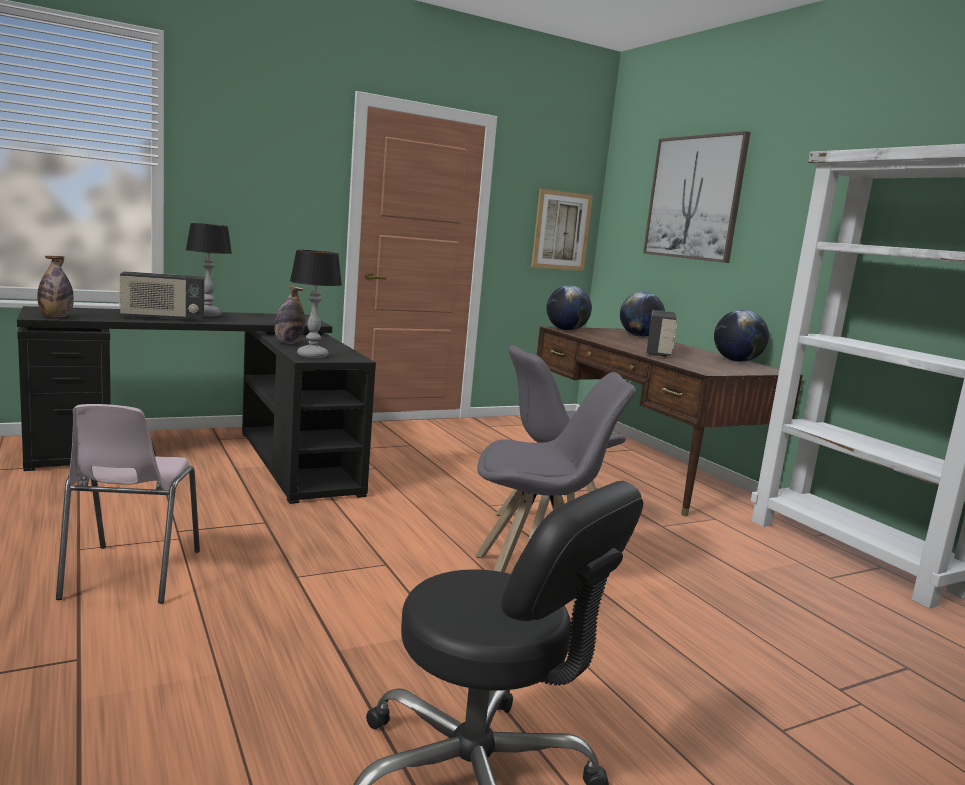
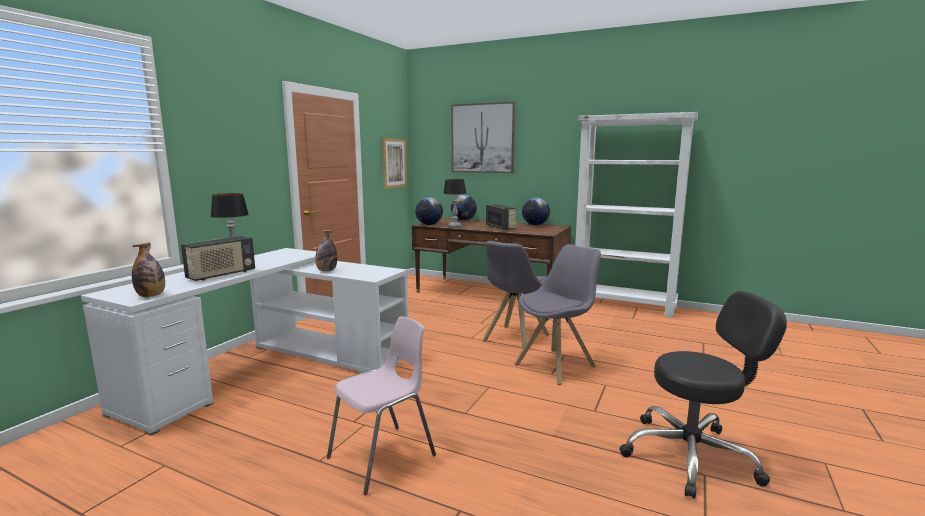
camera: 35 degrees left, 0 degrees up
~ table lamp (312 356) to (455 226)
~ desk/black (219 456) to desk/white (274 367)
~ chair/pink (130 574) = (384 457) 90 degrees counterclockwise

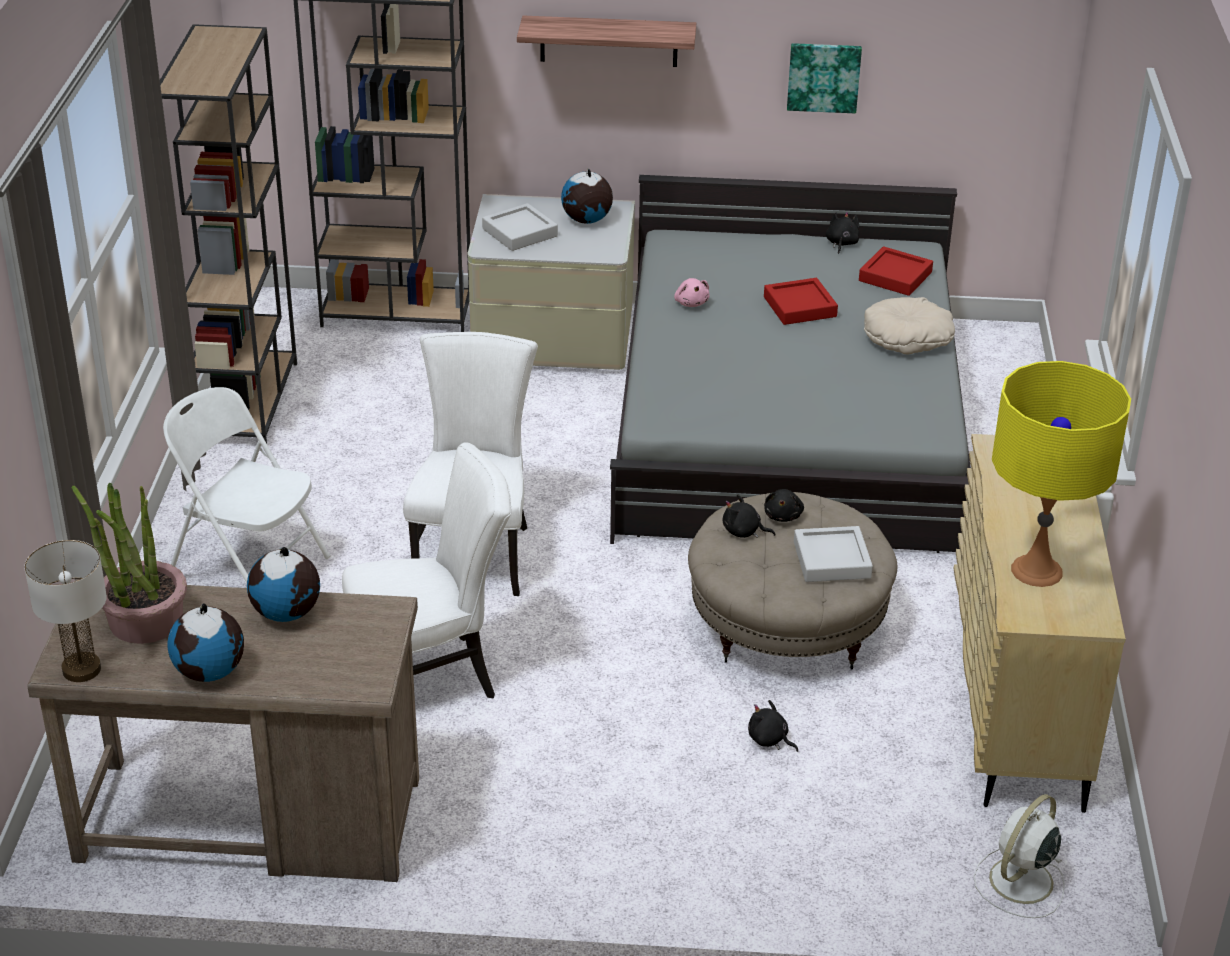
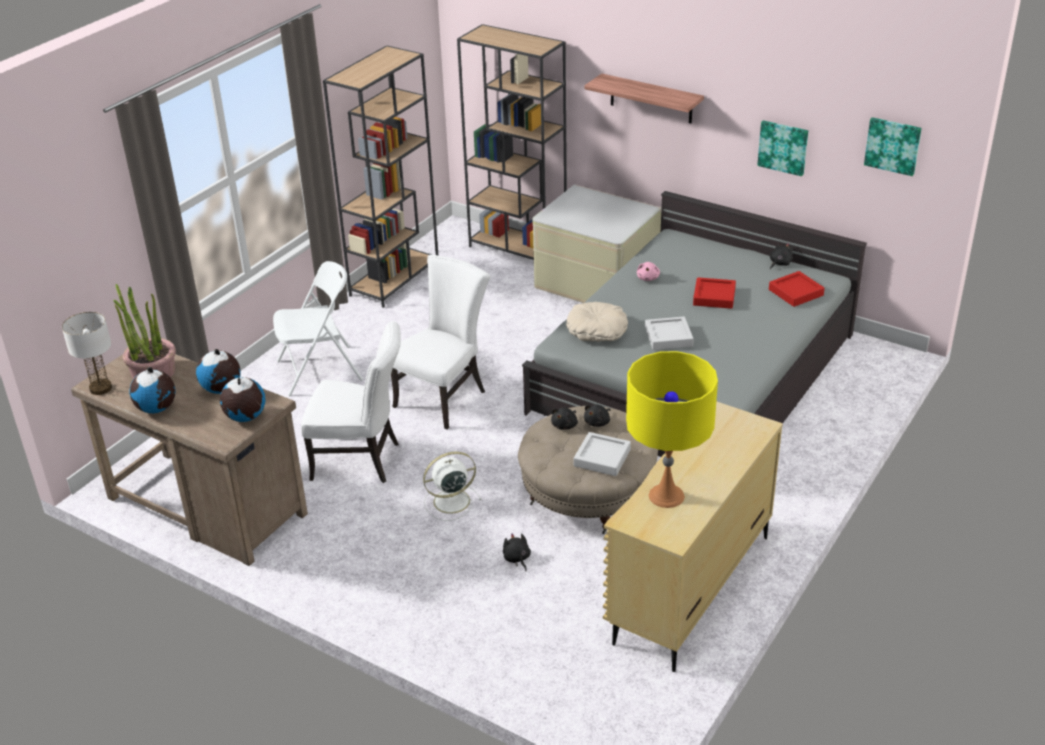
camera: 30 degrees right, 0 degrees up
+ picture (893 145)
~ tray/grey (520 232) to (668 337)
~ globe (586 220) to (245 417)
~ pillow/beige (906 337) to (597 330)
~ fan/white (1019 882) to (450 502)
~ chair/white (249 567) = (319 371) 105 degrees clockwise
~ plush toy/black (744 532) = (565 425) 105 degrees counterclockwise

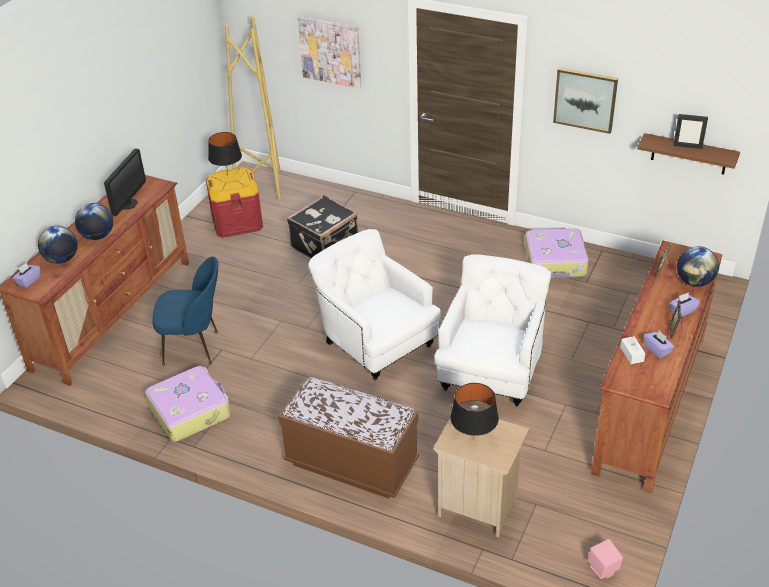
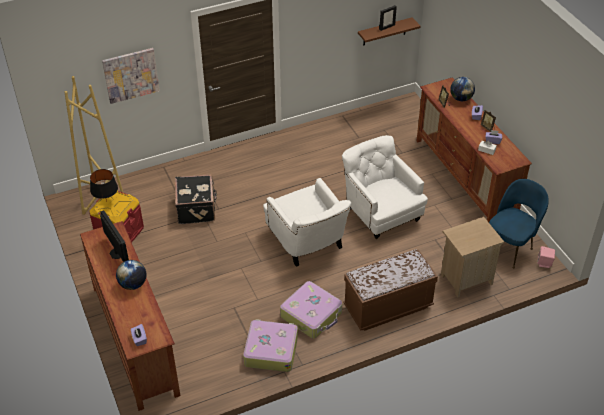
camera: 50 degrees left, 5 degrees up
- globe (62 259)
- table lamp/black (473 439)
- picture (585 99)
~ chair/blue (196 348) to (510 248)
~ suitcase (555 262) to (312 315)
~ armchair/white (375 342) = (307 241) 120 degrees counterclockwise

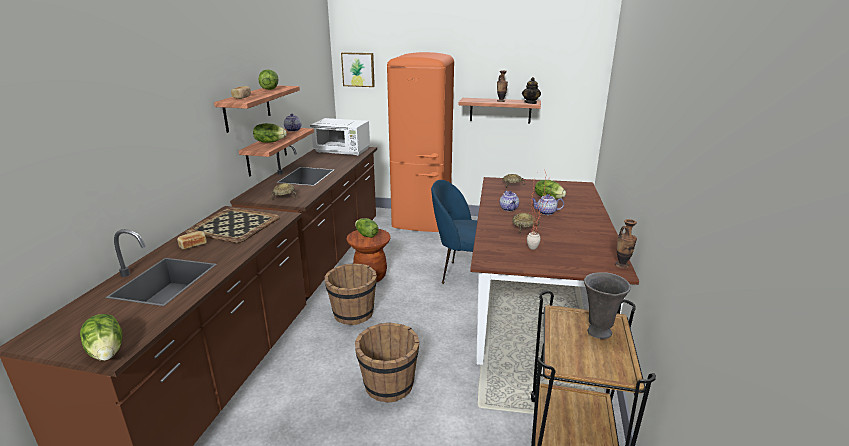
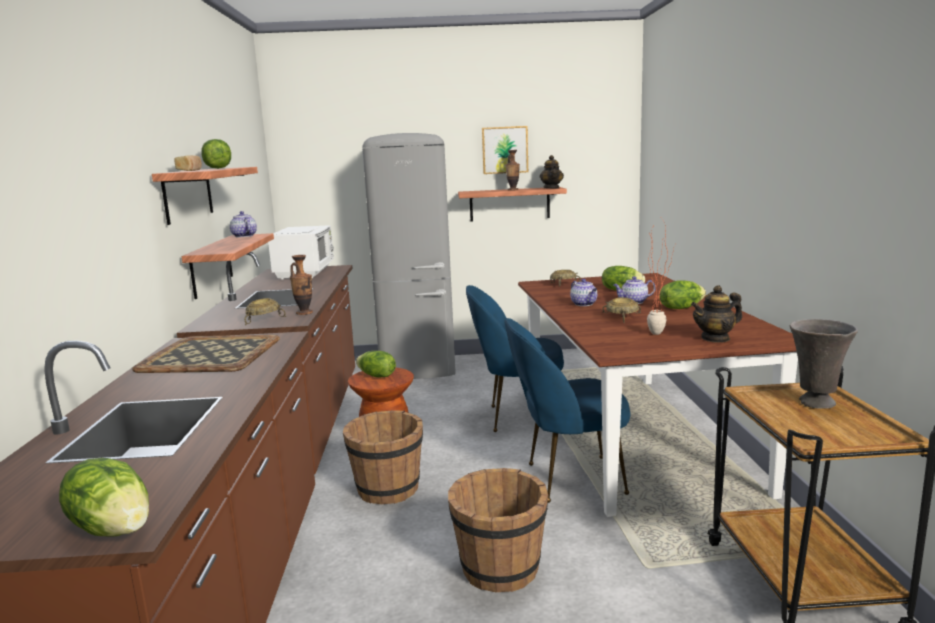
camera: 15 degrees left, 10 degrees down
- bread (193 245)
+ chair/blue (566 479)
+ teapot (715 338)
~ lettuce (269 142) to (681 308)
~ picture (358 69) to (504 150)
~ vase (622 265) to (304 313)
~ fridge/orange (421 222) to fridge/grey (419 368)
~ microwave/white (342 151) = (306 272) 90 degrees counterclockwise

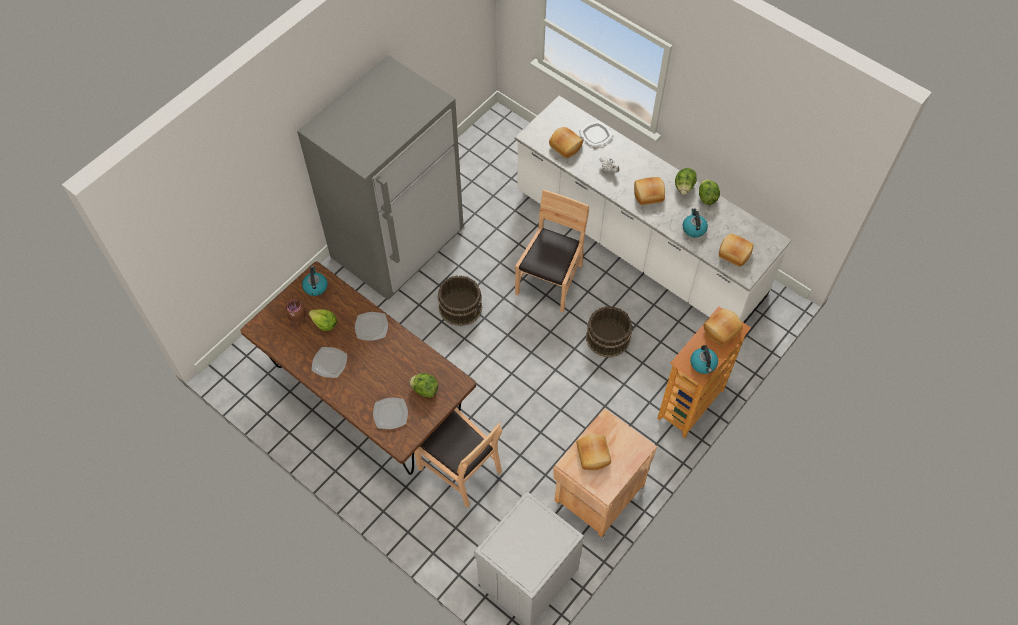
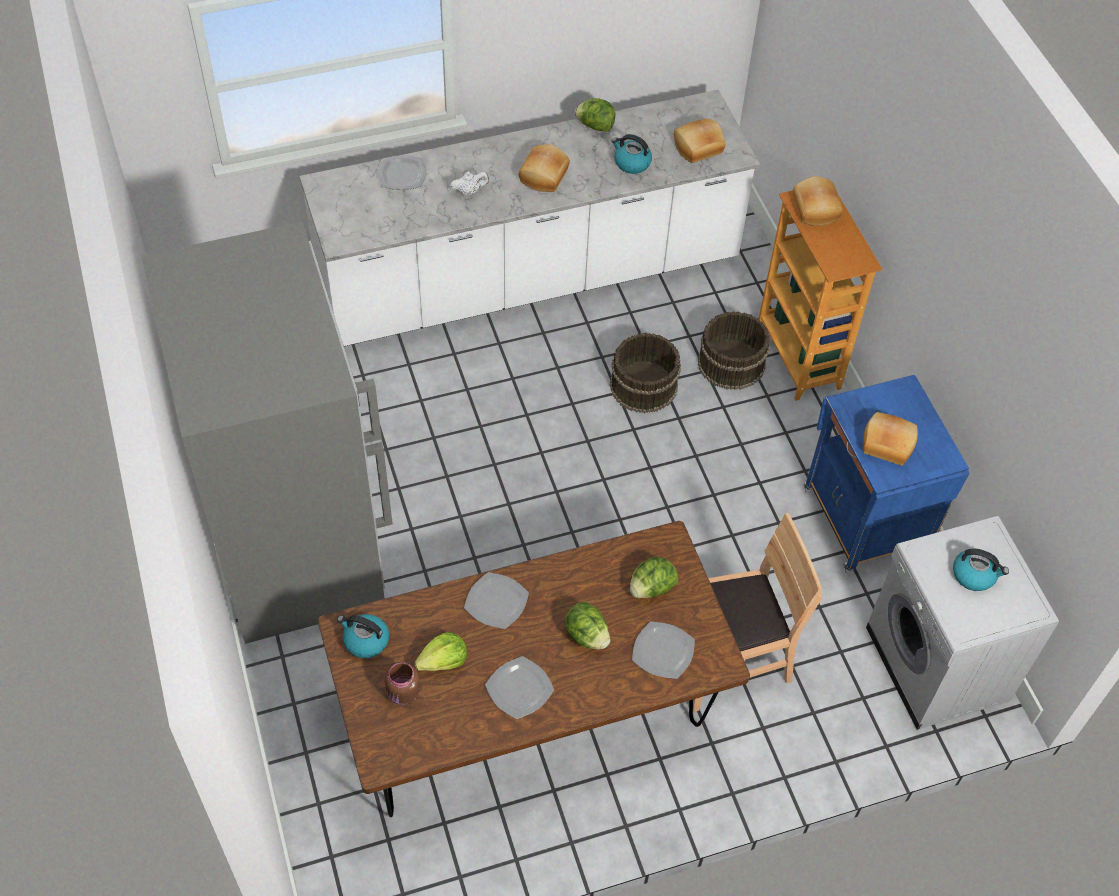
camera: 60 degrees left, 5 degrees down
- chair/brown (550 280)
- bread (566 146)
~ bucket/brown (460 307) to (731 362)
~ lettuce (684 187) to (587 635)
~ kettle (703 364) to (974 575)
~ cart/brown (598 496) to cart/blue (865 522)

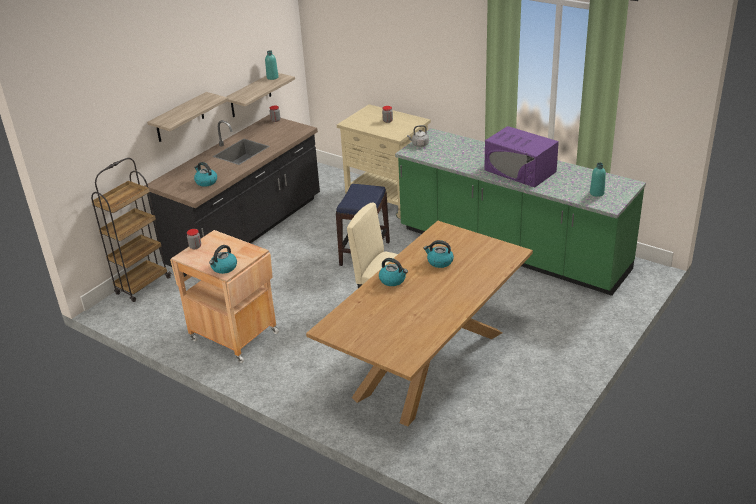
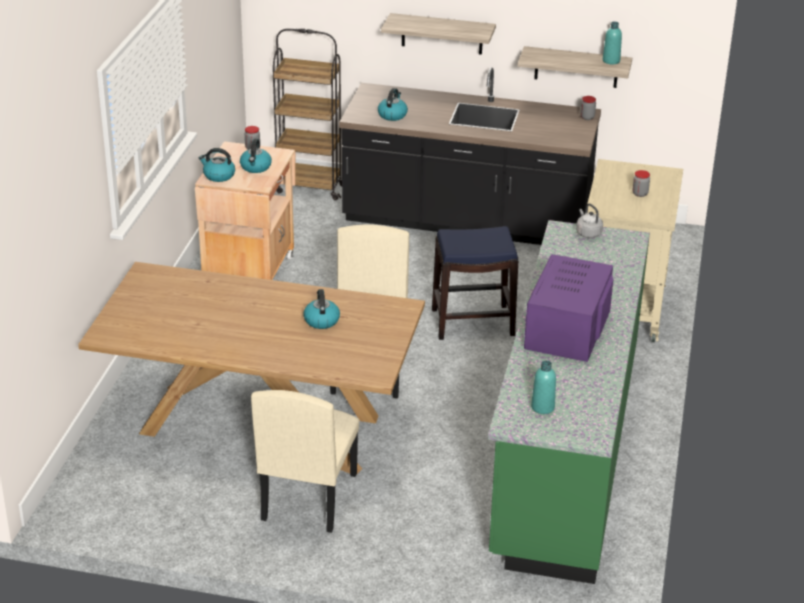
camera: 65 degrees right, 0 degrees up
+ chair/beige (308 496)
~ kettle (393 280) to (256 167)

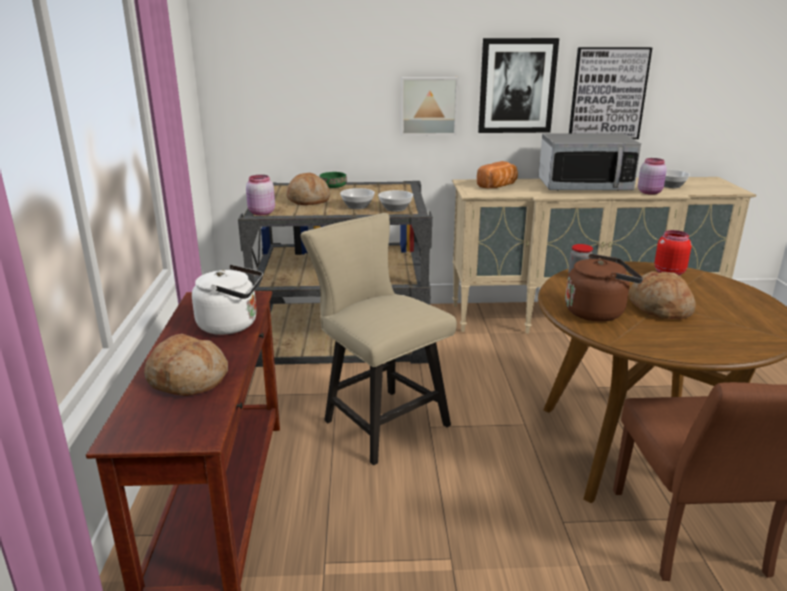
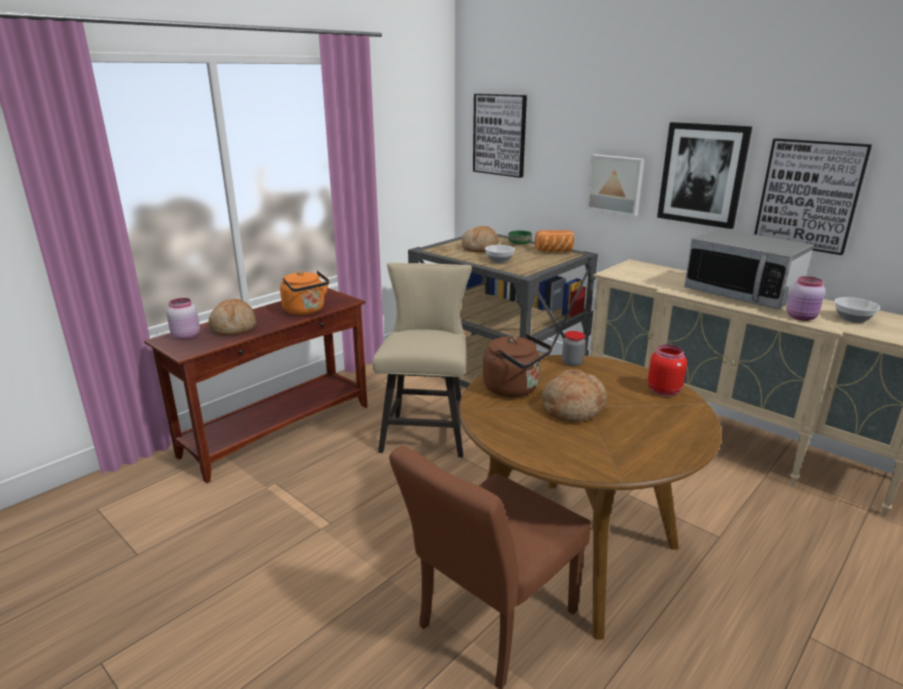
camera: 45 degrees right, 0 degrees up
- bowl (395 208)
+ picture (500 135)
~ jar/pink (261 213) to (185 336)
~ bread (498 186) to (554 251)
~ kettle/white (232 325) to kettle/orange (306 311)

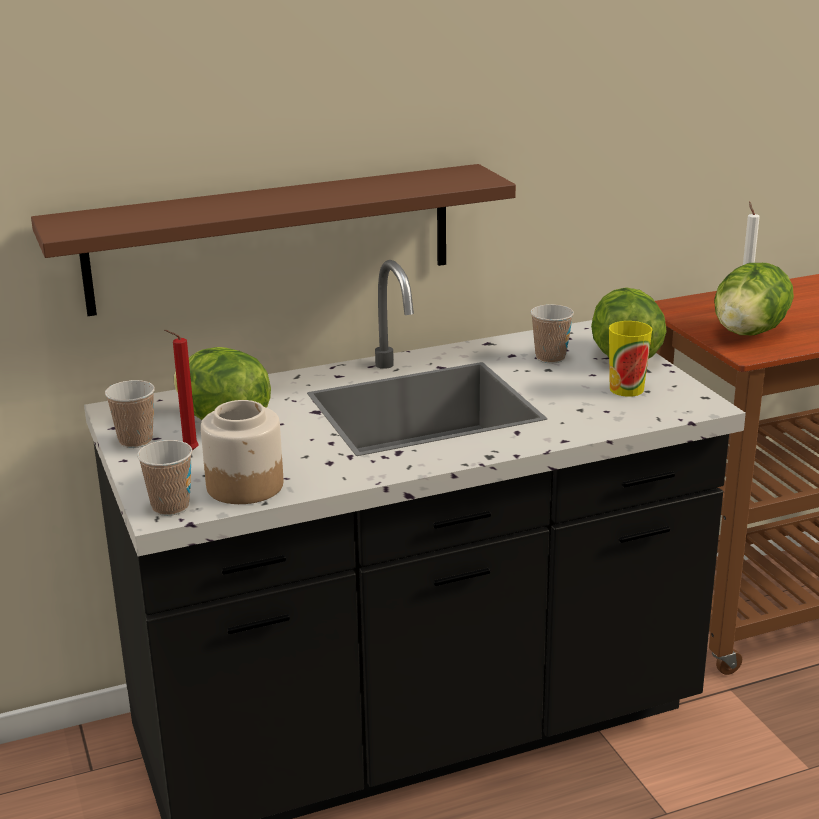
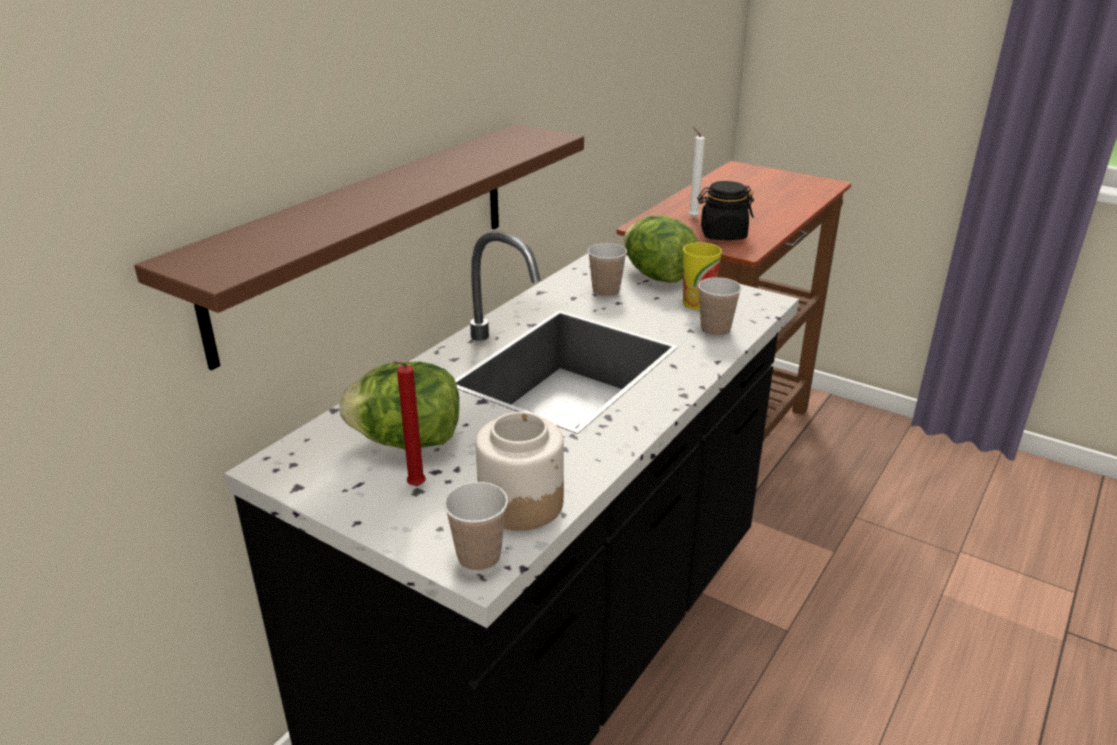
camera: 35 degrees left, 5 degrees up
~ cup (135 441) to (715 330)
~ lettuce (748 333) to jar/black (722 234)

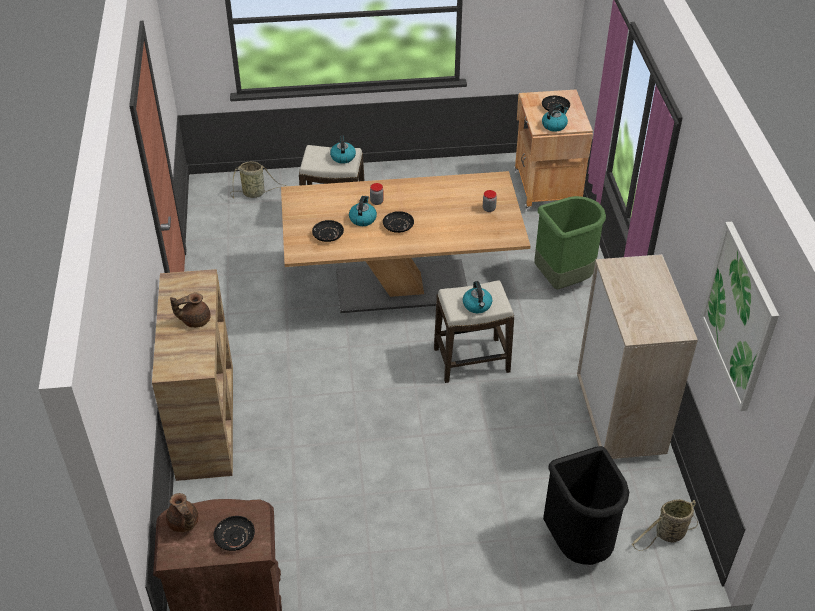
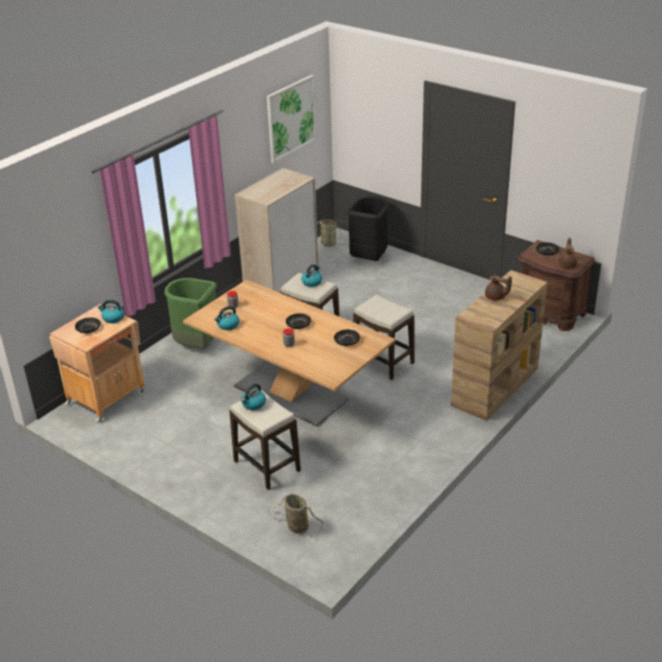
camera: 135 degrees left, 10 degrees down
+ stool (383 362)
~ kettle (362 219) to (228 325)

